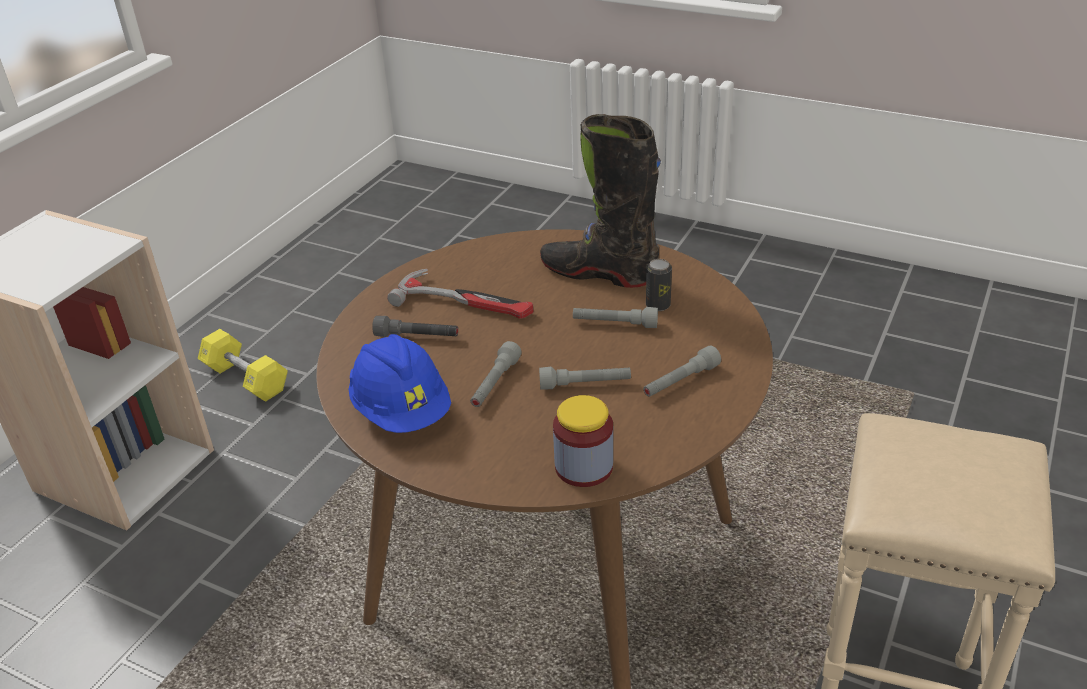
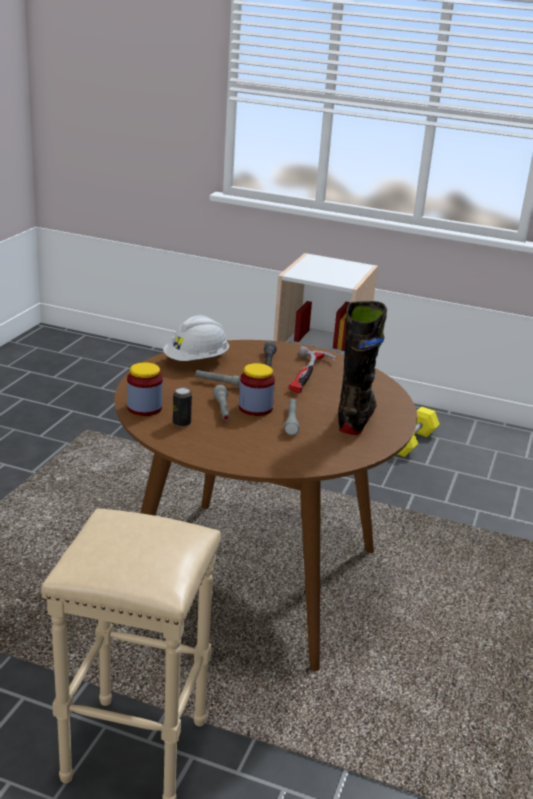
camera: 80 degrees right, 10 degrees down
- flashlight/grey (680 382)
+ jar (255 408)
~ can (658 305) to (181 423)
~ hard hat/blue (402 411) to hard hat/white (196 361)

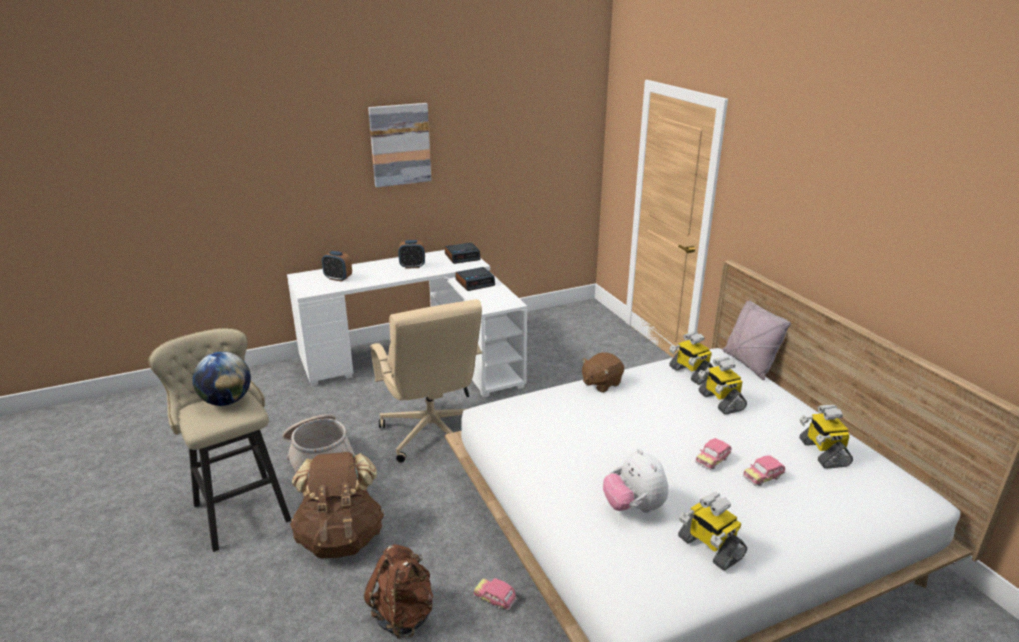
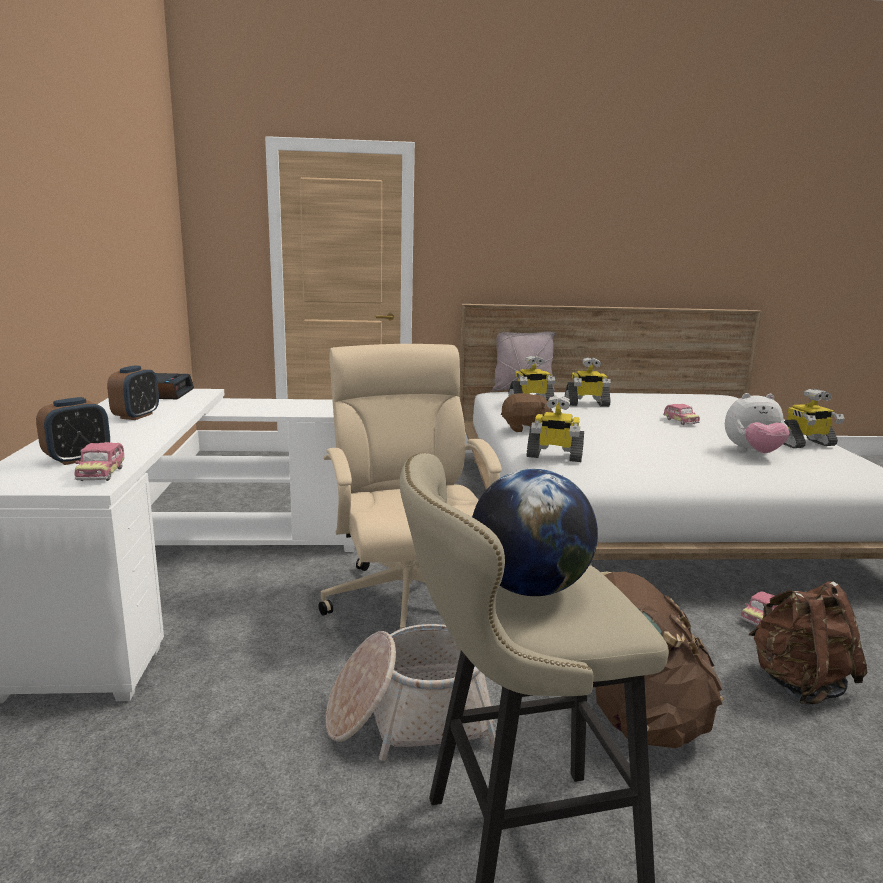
camera: 70 degrees left, 10 degrees down
- picture (400 144)
- alarm clock (475 283)
~ toy car (763 477) to (102 474)
~ toy robot (822 452) to (554 456)
~ office chair/beige (432 431) = (406 600) 105 degrees counterclockwise
~ plush toy/brown (601 383) = (525 428) 75 degrees counterclockwise

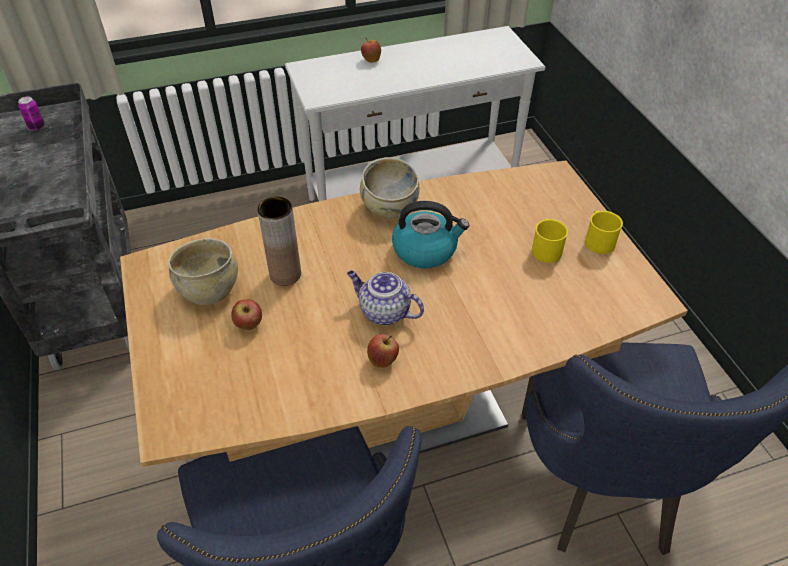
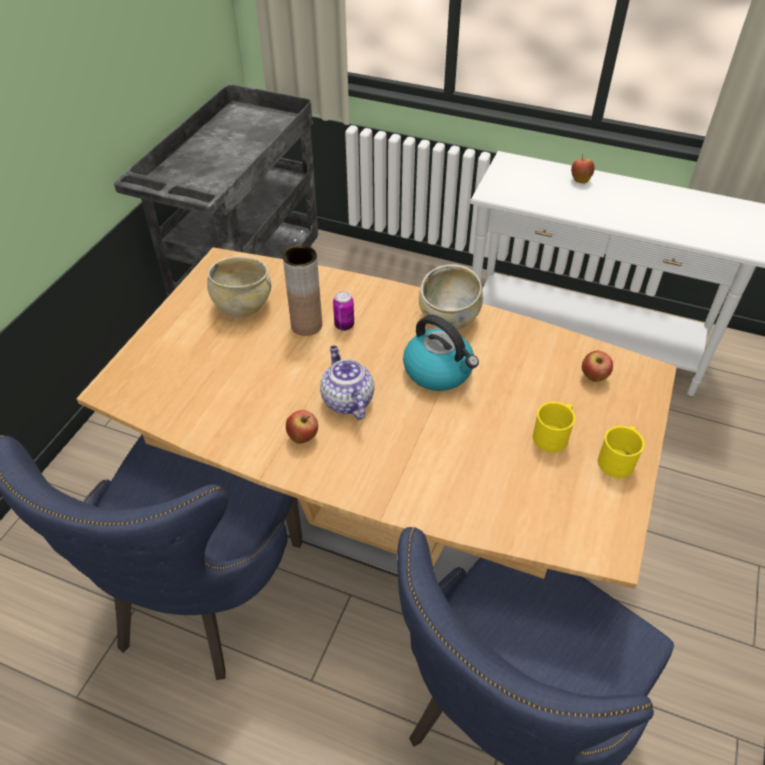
camera: 40 degrees right, 0 degrees up
~ can (36 126) to (344 325)
~ apple (249 325) to (594 377)

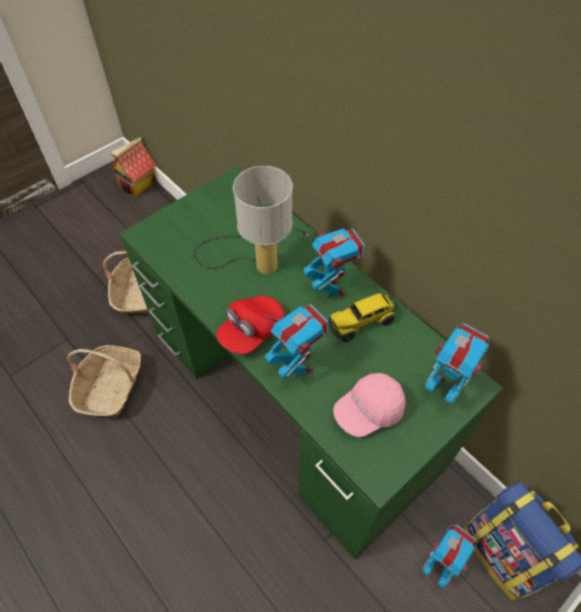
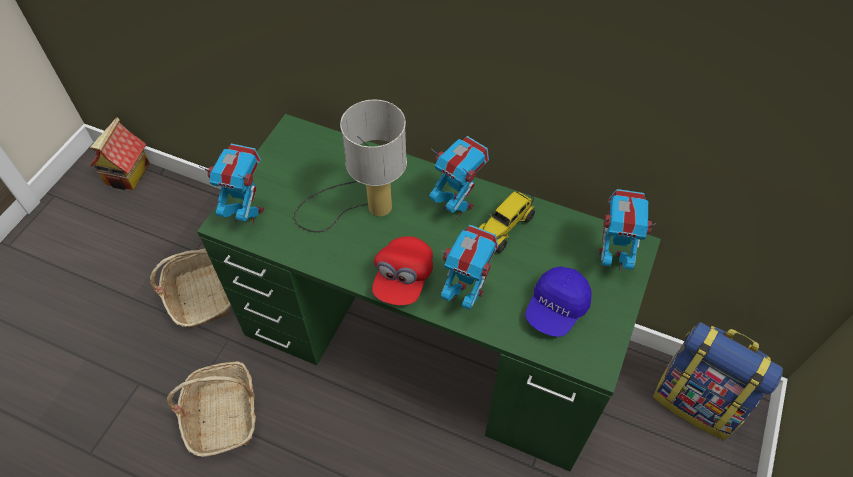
camera: 25 degrees left, 0 degrees up
~ toy robot (439 564) to (248 214)
~ cap/pink (368 410) to cap/blue (556 308)

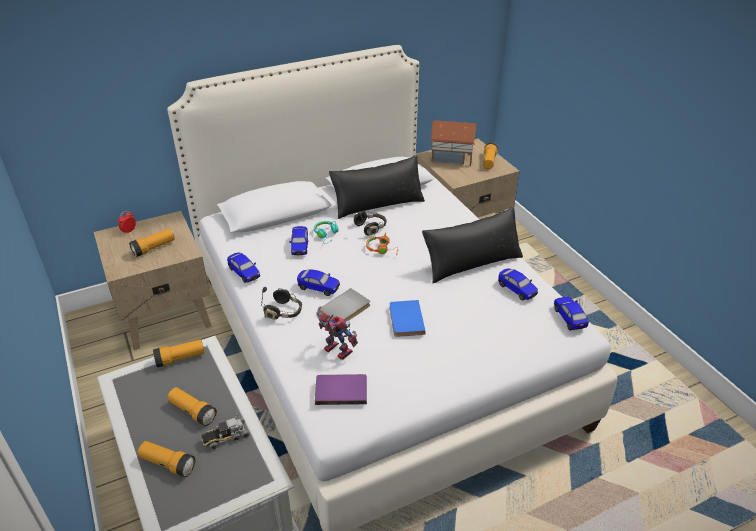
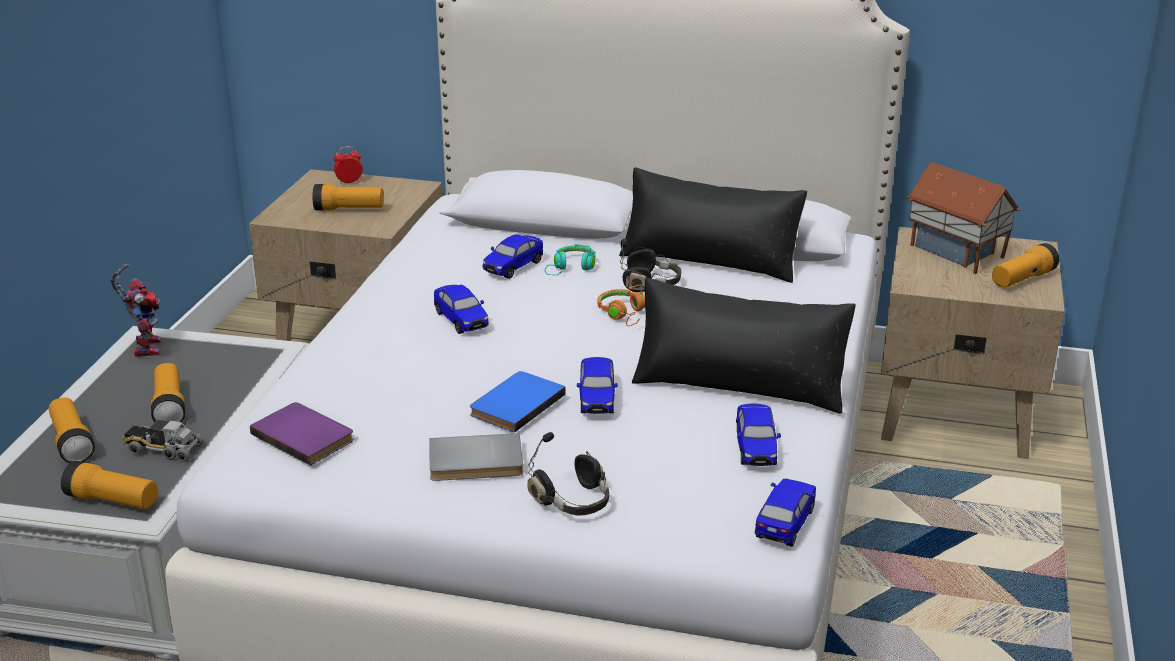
camera: 40 degrees right, 10 degrees down
~ flashlight (180 358) to (113 501)
~ toy car (244 273) to (597 399)
~ headphones/black (284 312) to (574 502)
~ toy robot (334 351) to (145 346)
~ book/grey (346 309) to (476 463)

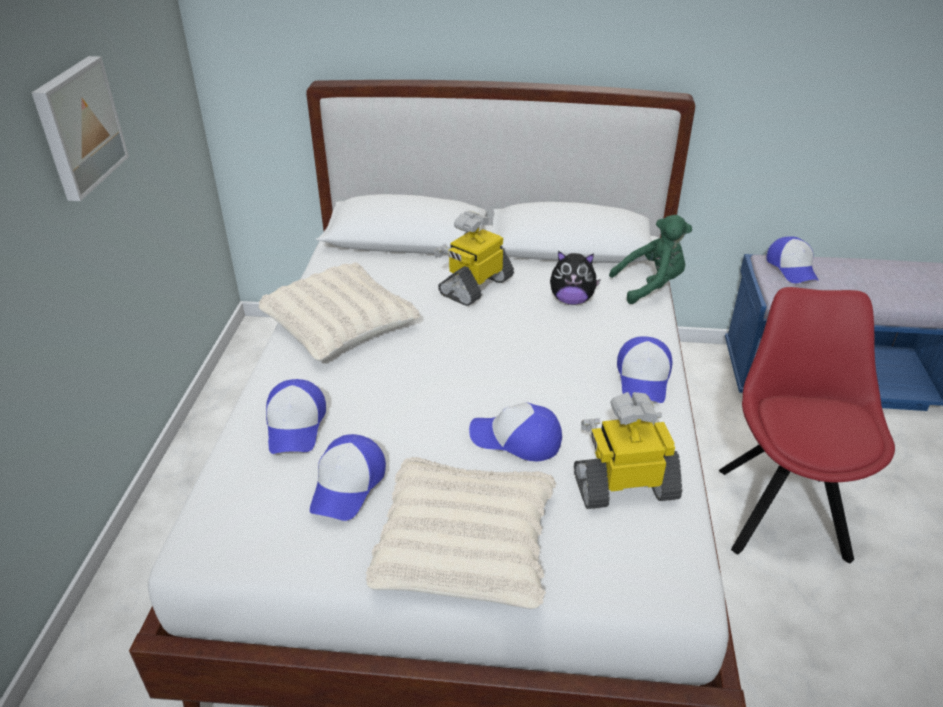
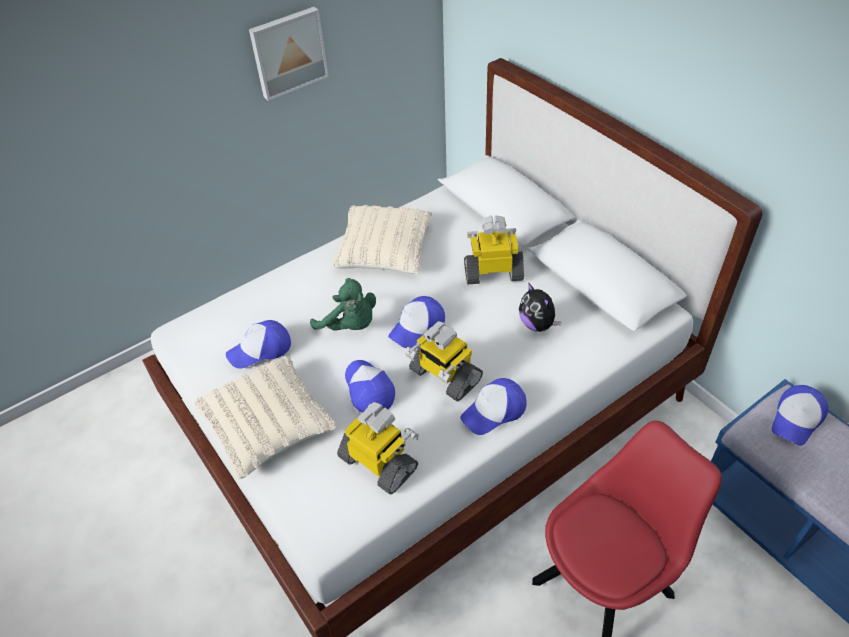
camera: 50 degrees right, 10 degrees up
+ toy robot (444 376)
~ cap (296 425) to (417 327)
~ plush toy/green (651 286) to (350 325)

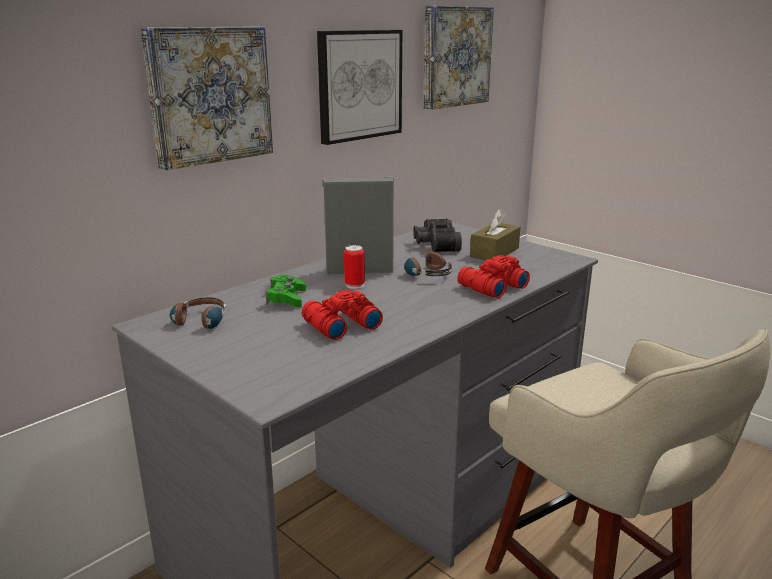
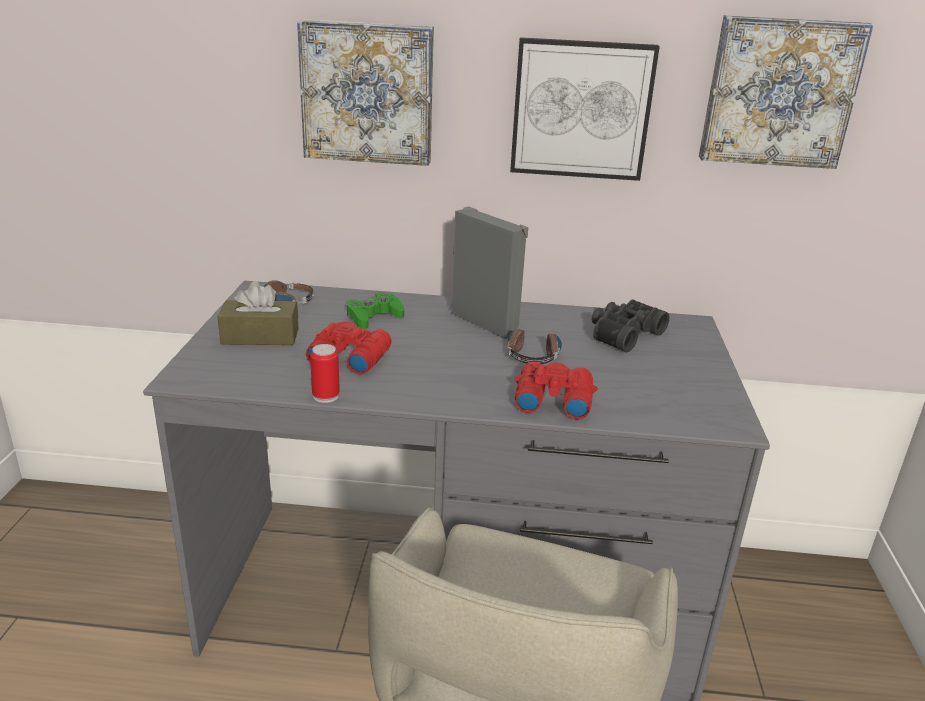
camera: 50 degrees right, 5 degrees up
~ can (354 285) to (326 396)
~ tissue box/brown (494 252) to (260 336)

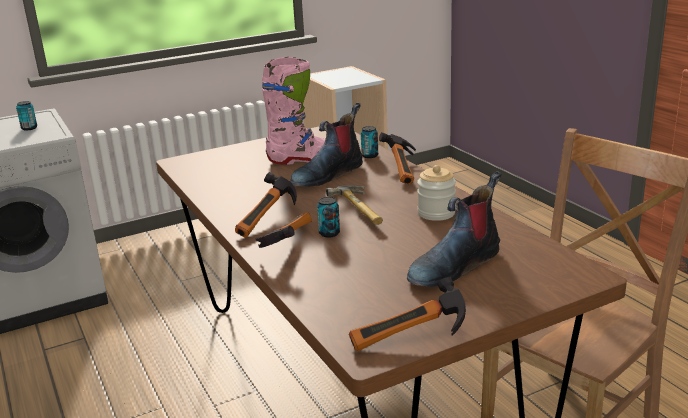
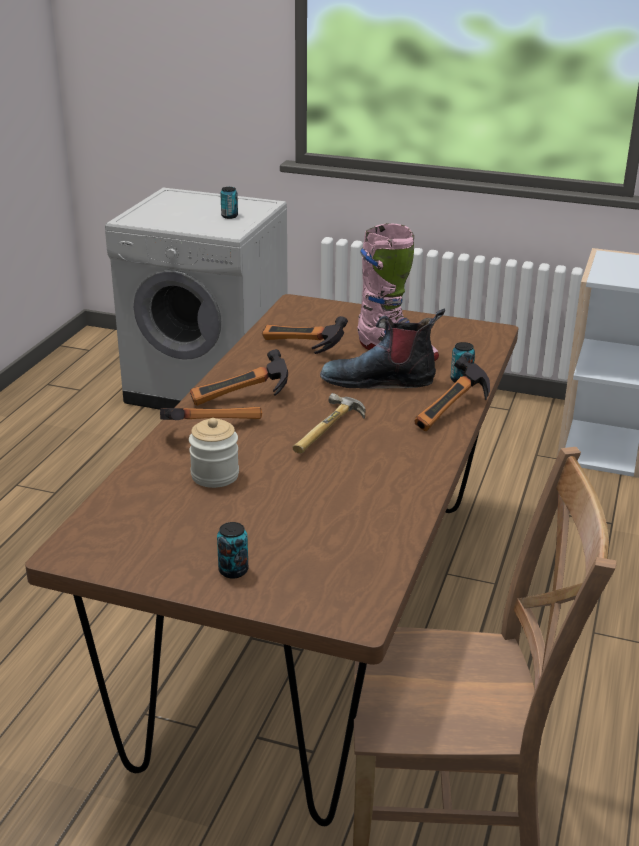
camera: 45 degrees right, 5 degrees up
- boot (454 265)
~ can (329 233) to (233 570)
~ hammer (411 341) to (299 349)
~ jar (436 213) to (215 475)

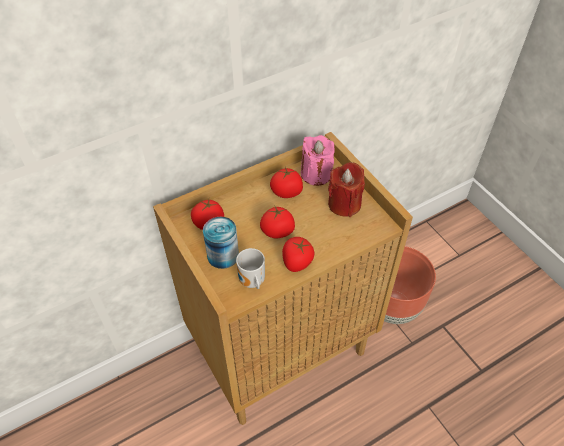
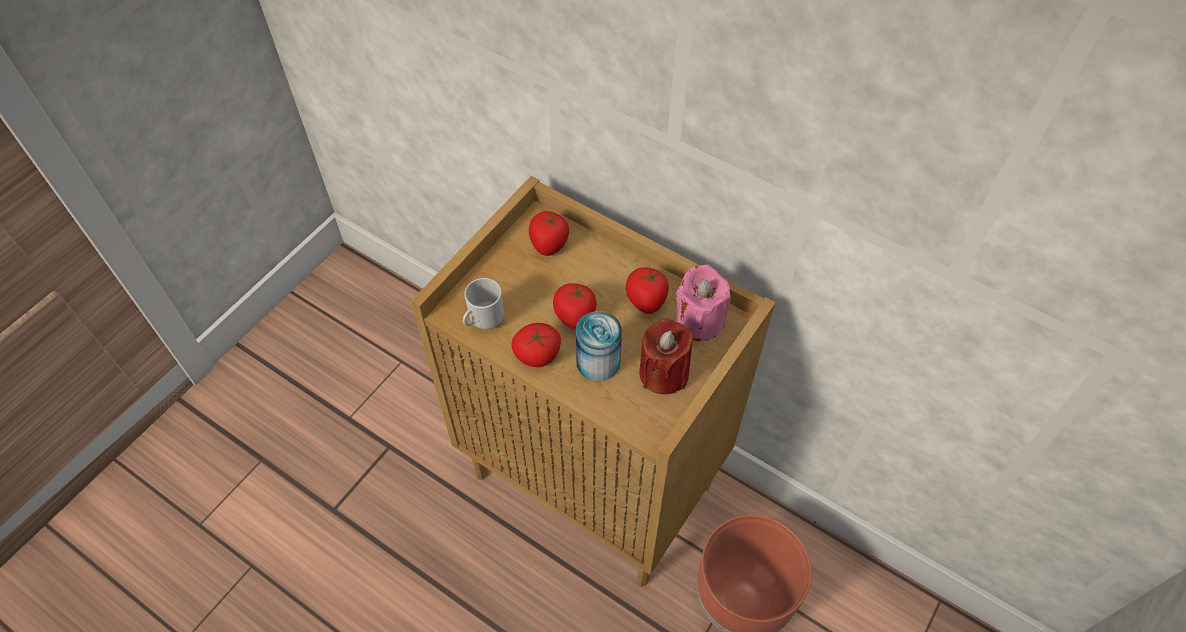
camera: 65 degrees right, 5 degrees up
~ can (223 255) to (598 362)

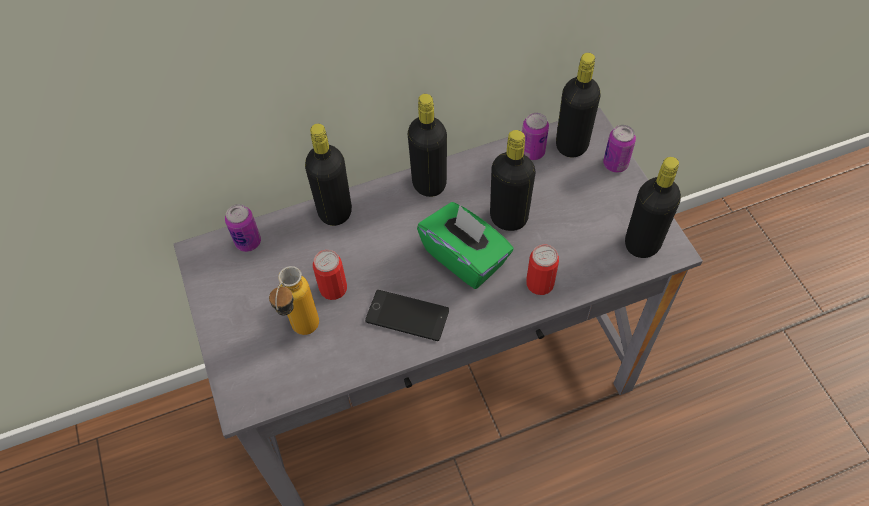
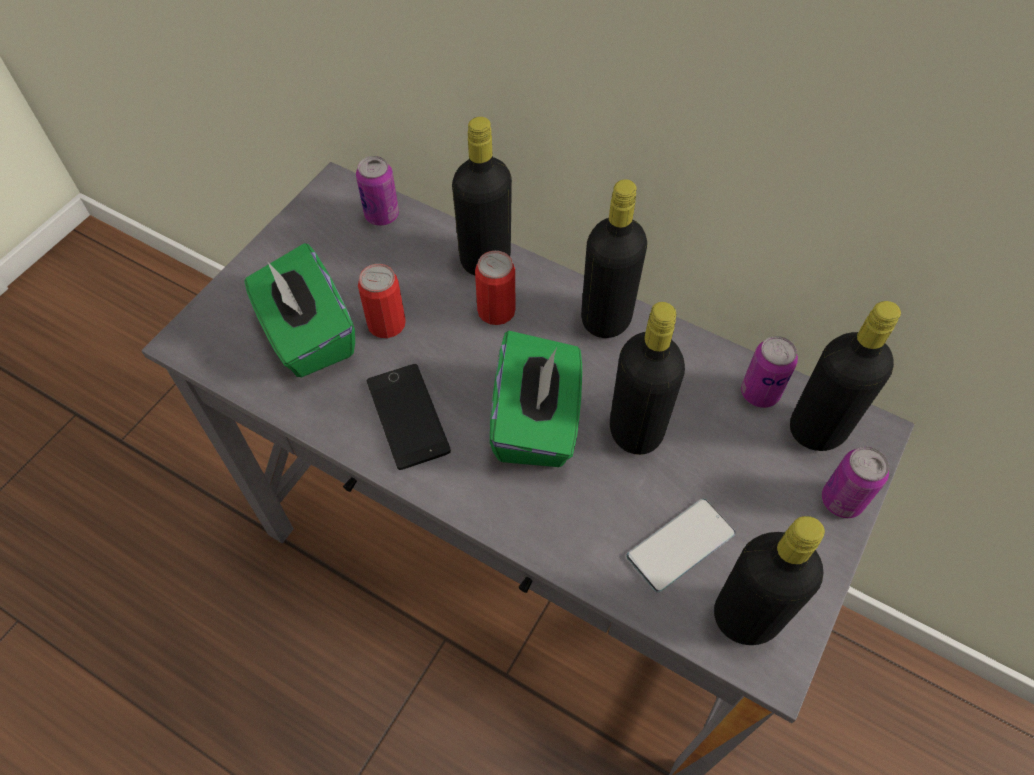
camera: 50 degrees right, 0 degrees up
+ phone (680 545)
~ can (540 283) to (496 311)
~ bottle (302 334) to tissue box/green (308 335)

